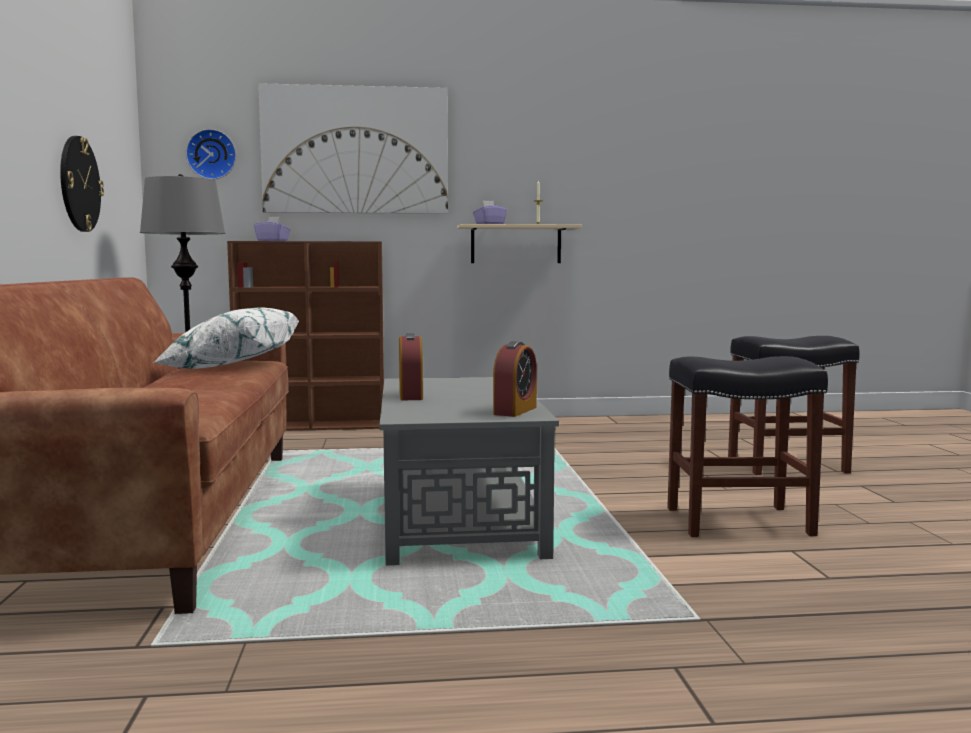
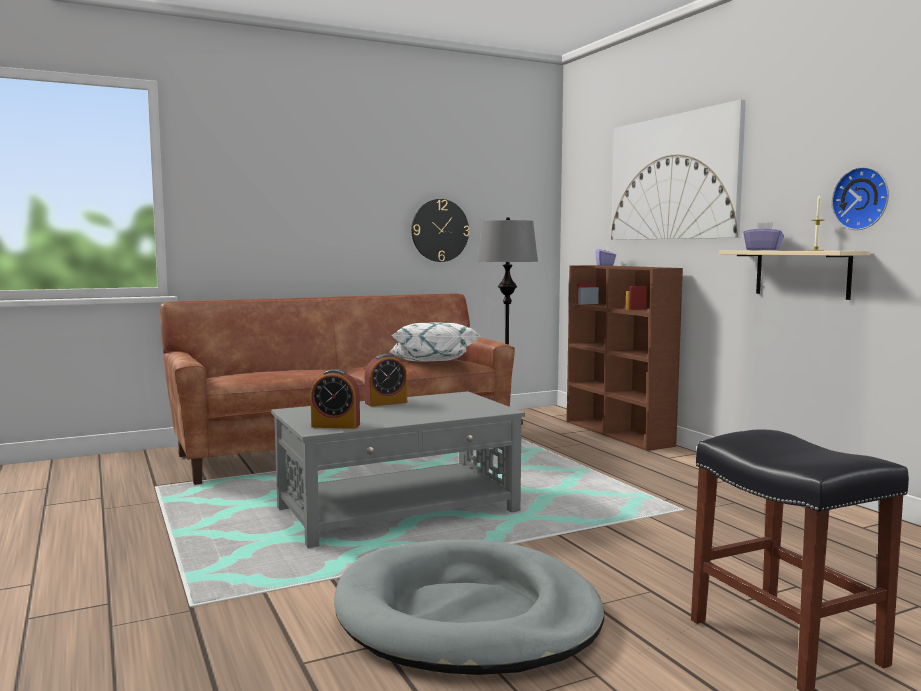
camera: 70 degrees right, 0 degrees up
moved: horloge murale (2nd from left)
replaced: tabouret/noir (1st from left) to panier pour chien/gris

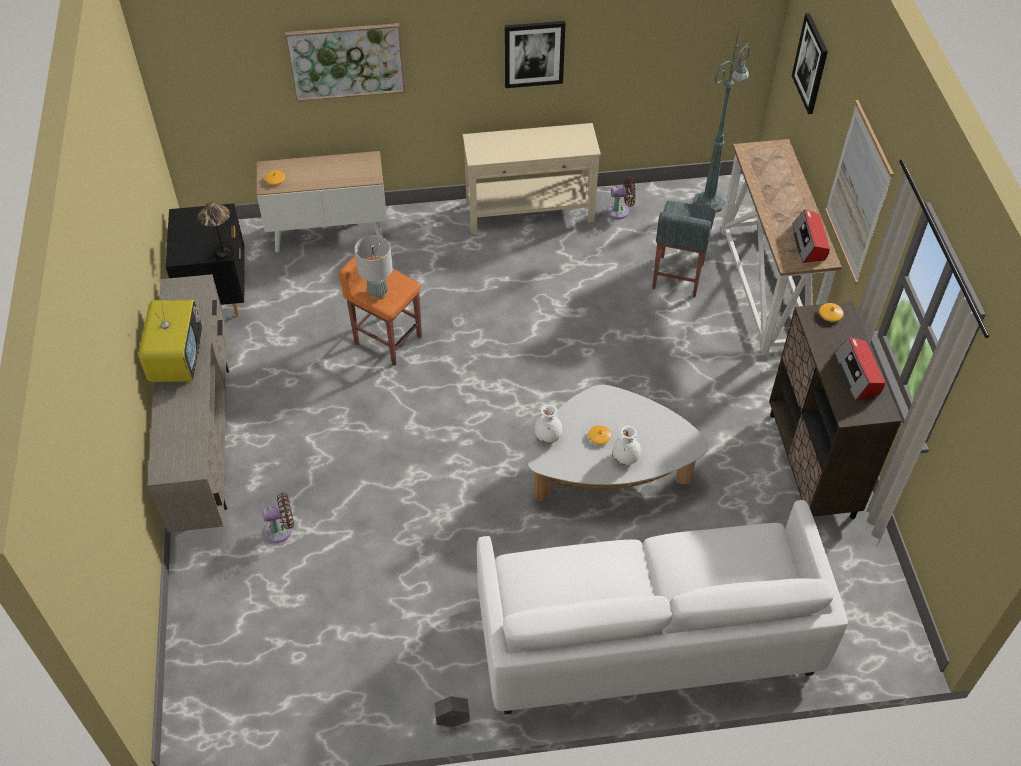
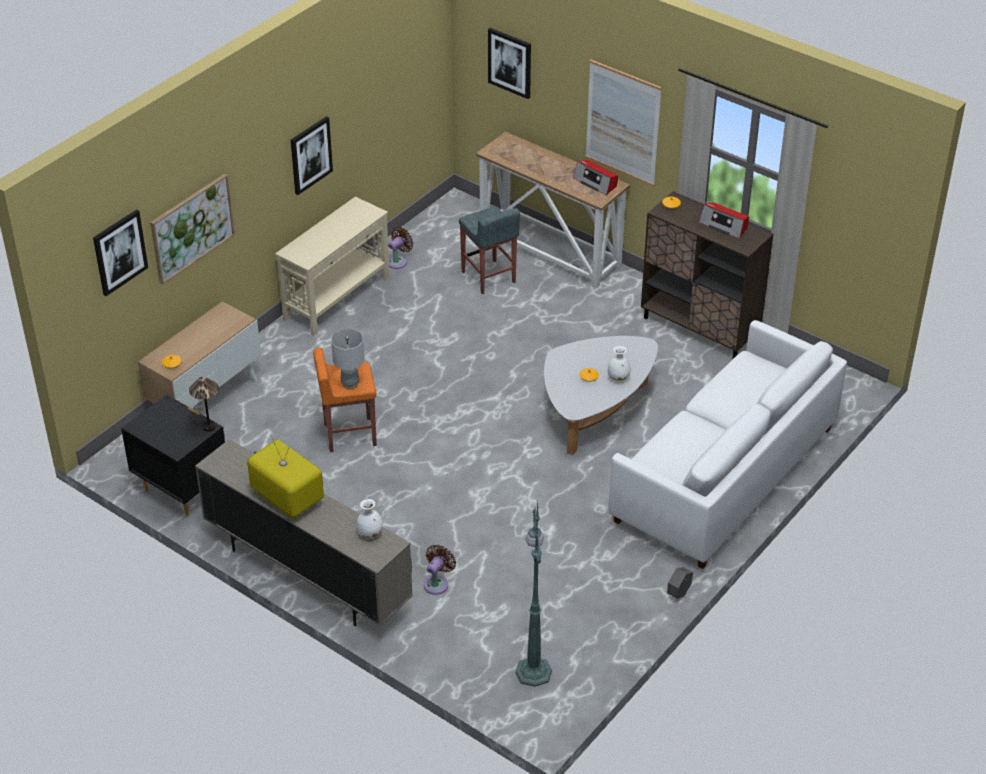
camera: 45 degrees left, 10 degrees down
added: tableau (1st from left)
moved: vase/blanc (1st from left); lampadaire/vert

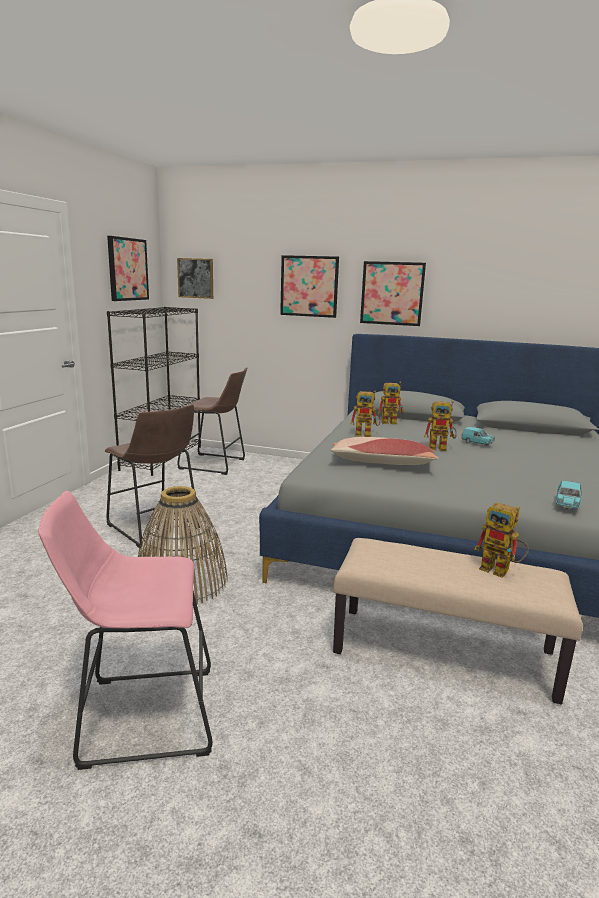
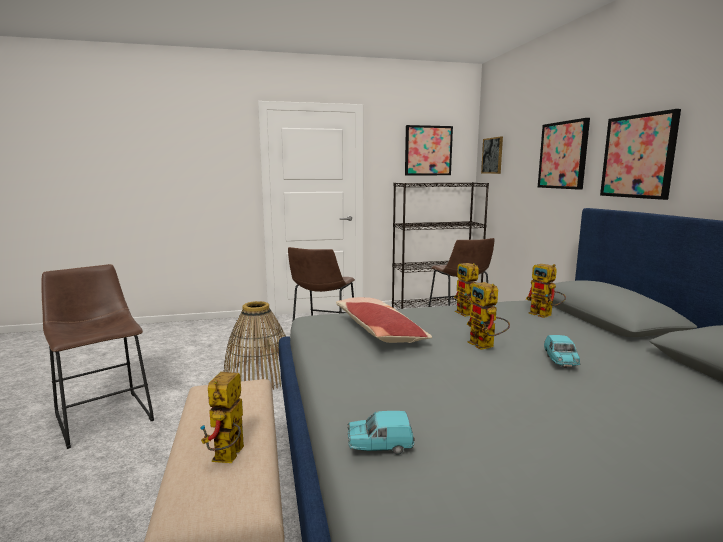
camera: 60 degrees right, 5 degrees down
recoloured: tabouret/rose to tabouret/marron (1st from left)

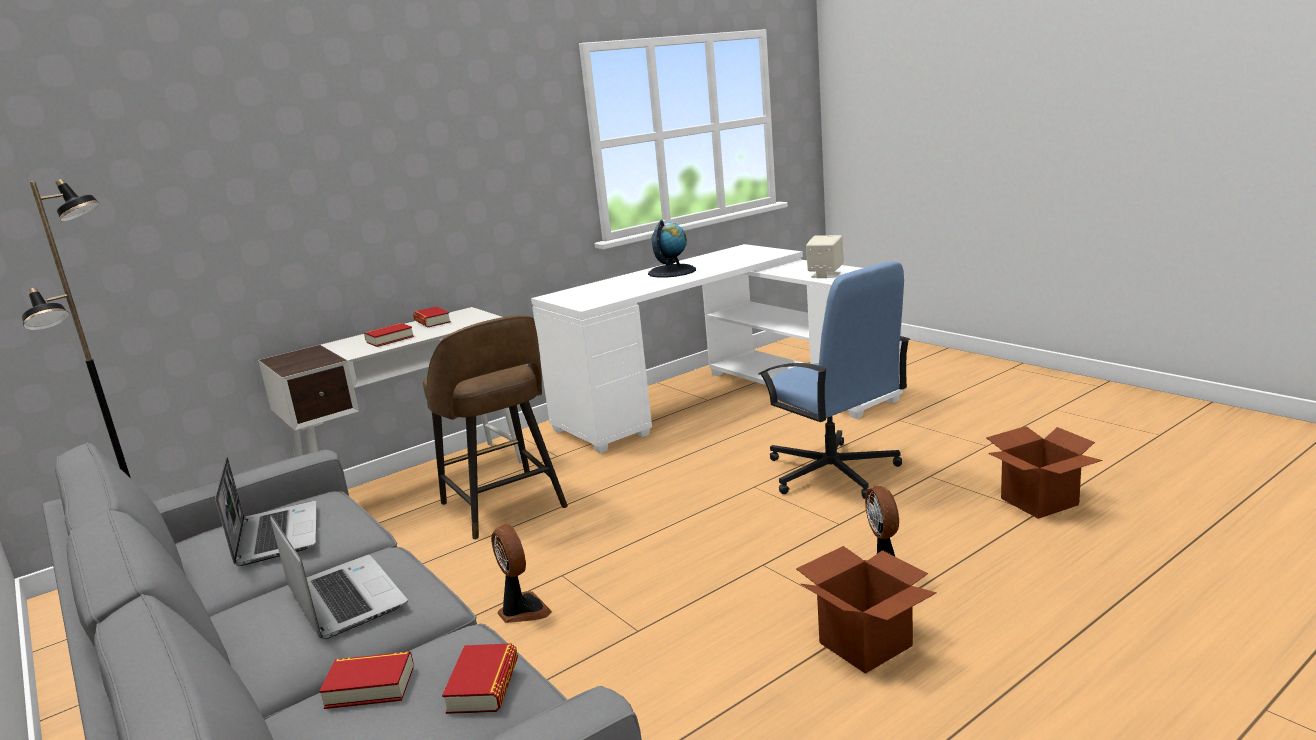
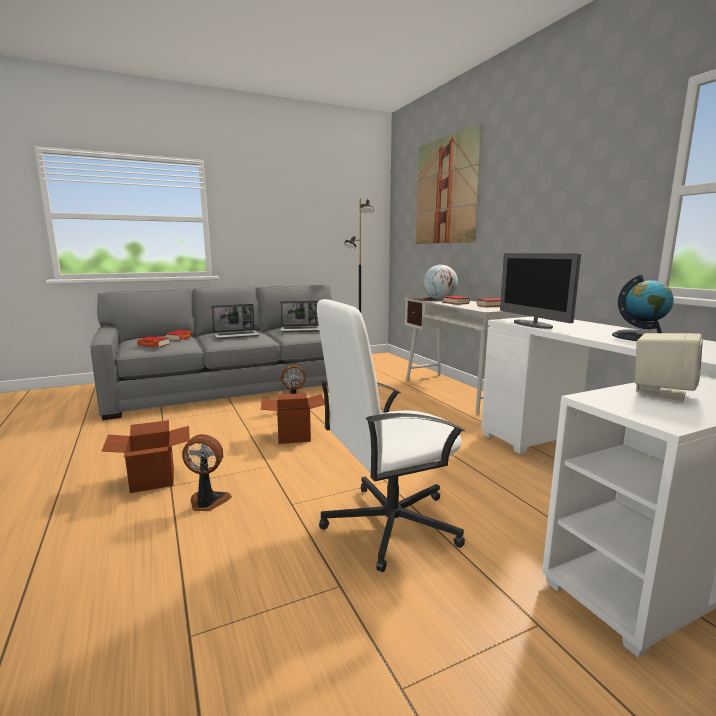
camera: 100 degrees right, 5 degrees down
removed: tabouret/marron
added: tableau; globe (1st from left); écran d'ordinateur
moved: carton (2nd from left)
recoloured: chaise de bureau/bleu to chaise de bureau/blanc

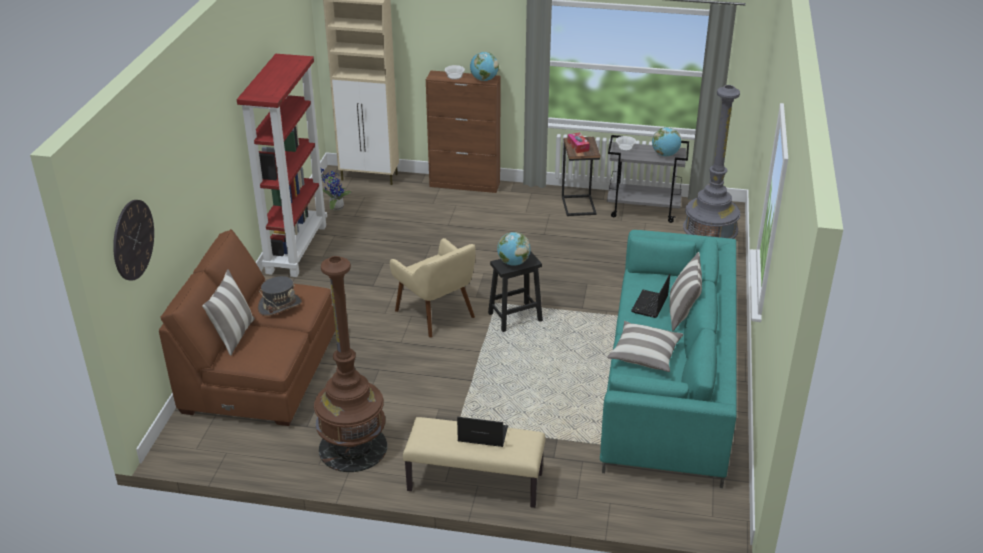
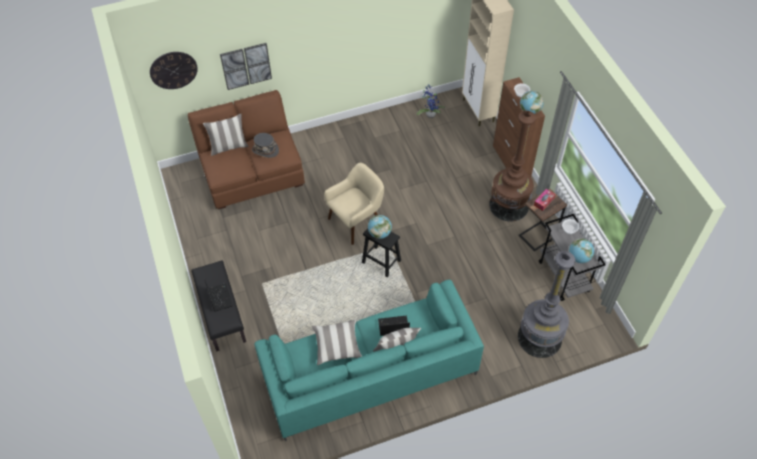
camera: 60 degrees right, 20 degrees up
removed: bibliothèque/rouge
added: tableau
moved: lampadaire/marron
recoloured: banc/beige to banc/noir
turned: fauteuil/beige 150 degrees counterclockwise

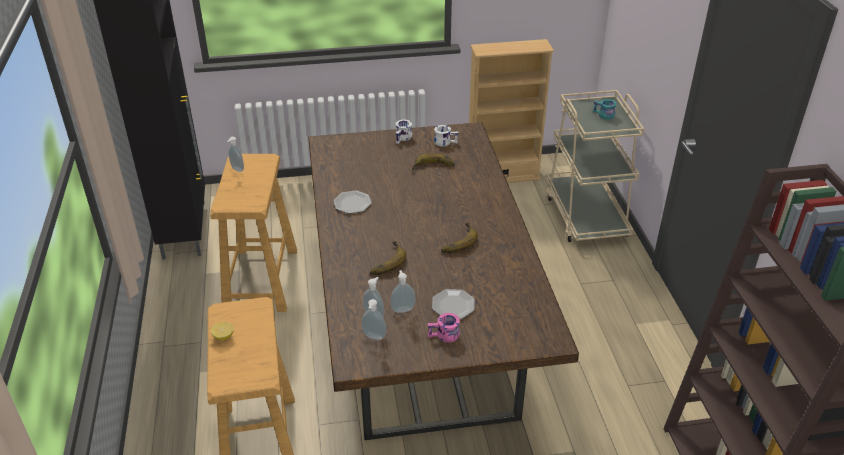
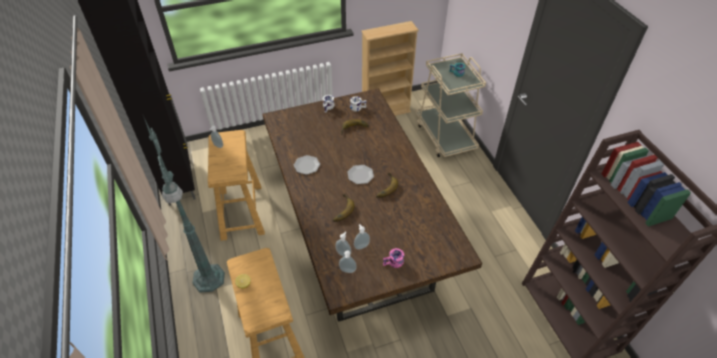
camera: 10 degrees left, 10 degrees up
added: lampadaire/vert
moved: assiette (2nd from left)

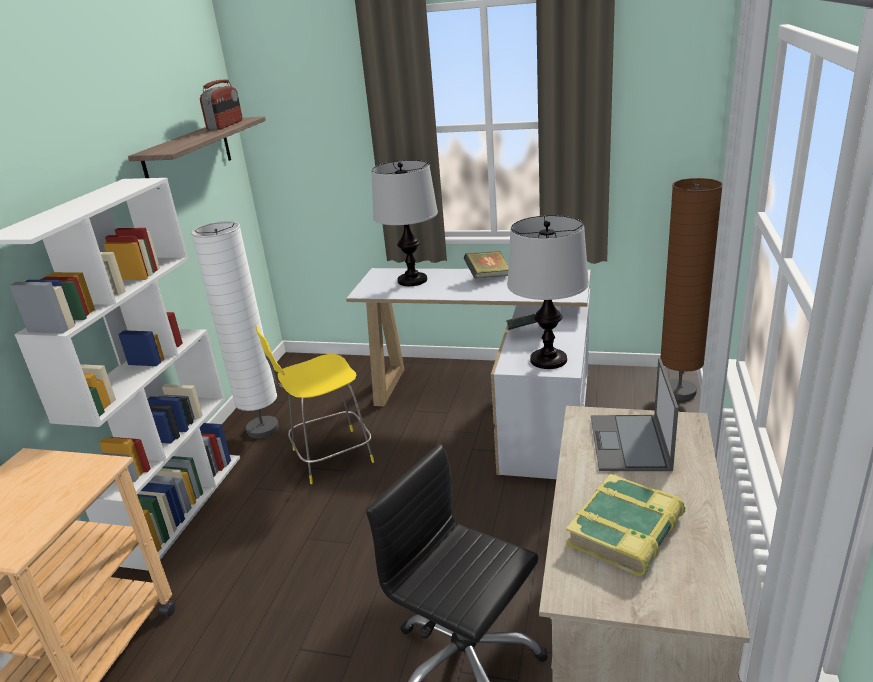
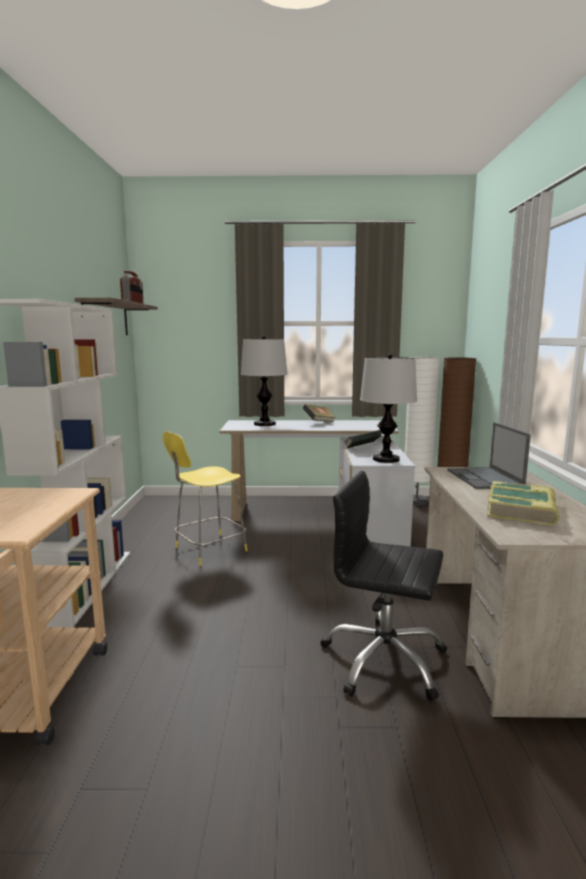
camera: 15 degrees left, 15 degrees down
moved: lampadaire/blanc

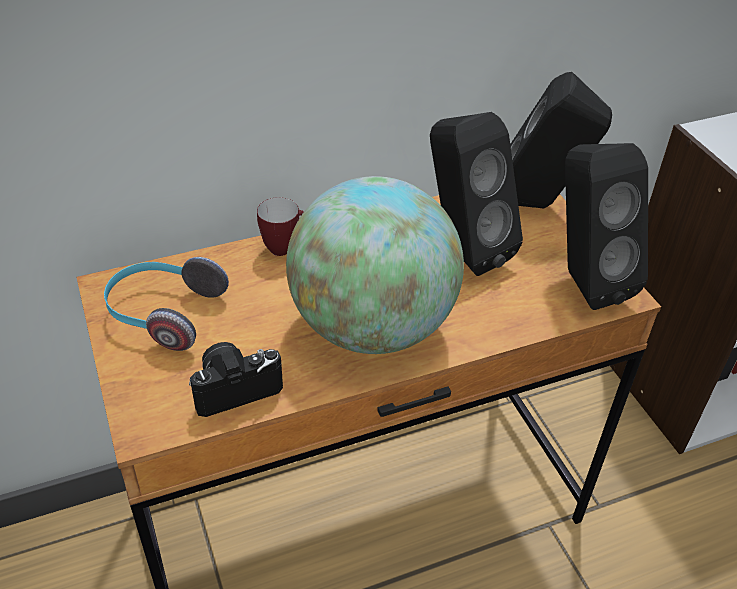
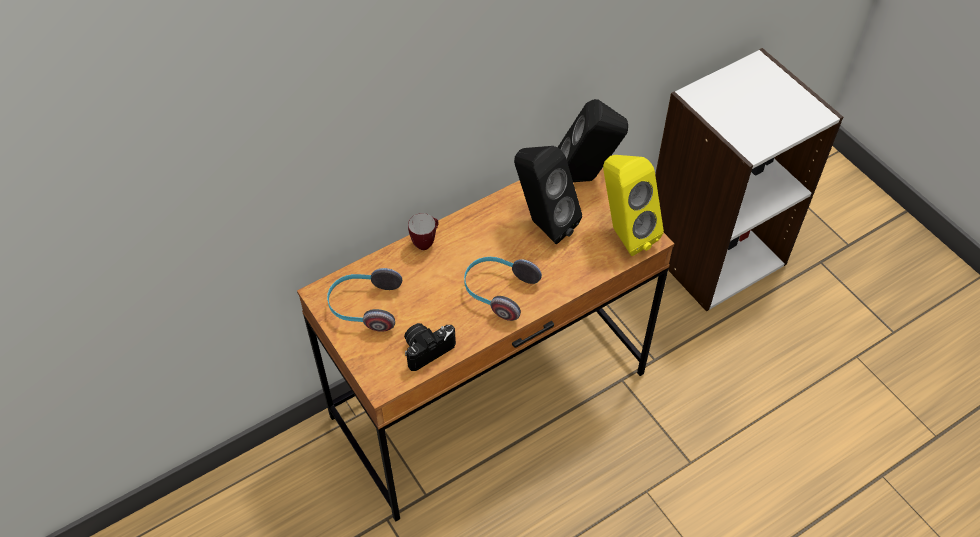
camera: 10 degrees left, 10 degrees up
replaced: globe to casque audio (2nd from left)
recoloured: enceinte/noir (3rd from left) to enceinte/jaune

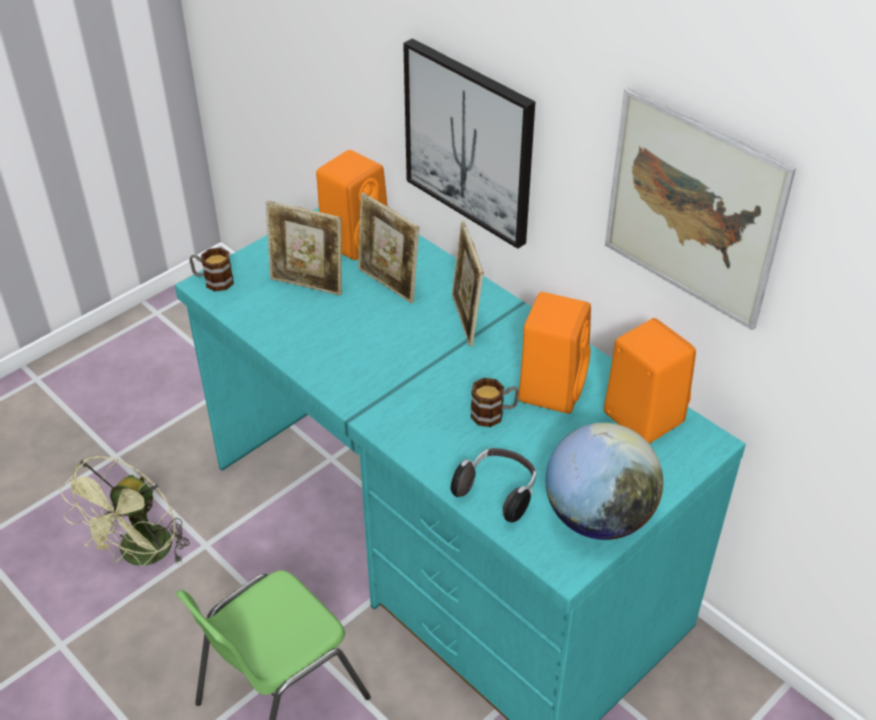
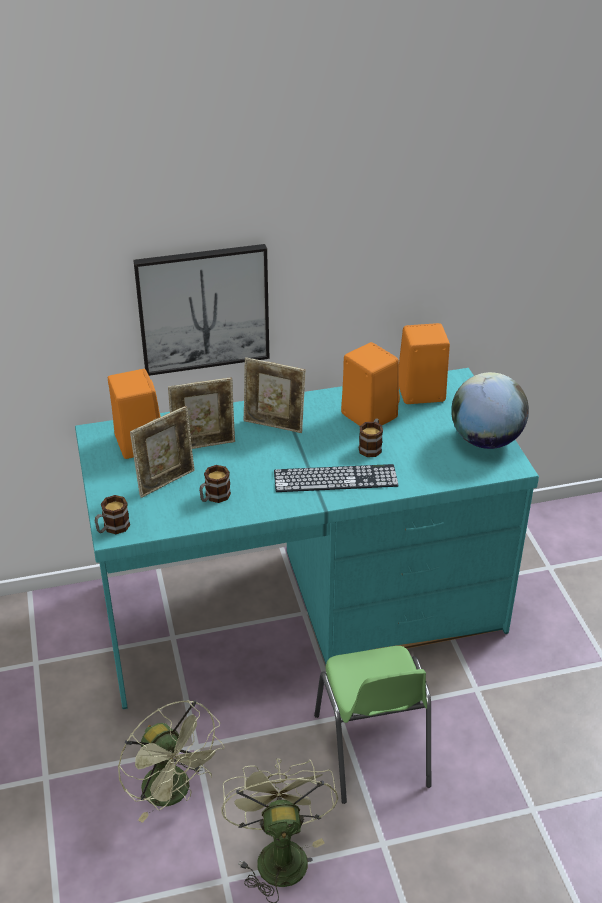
camera: 60 degrees left, 5 degrees down
removed: casque audio; tableau (2nd from left)
added: mug (2nd from left); ventilateur/vert (2nd from left); clavier

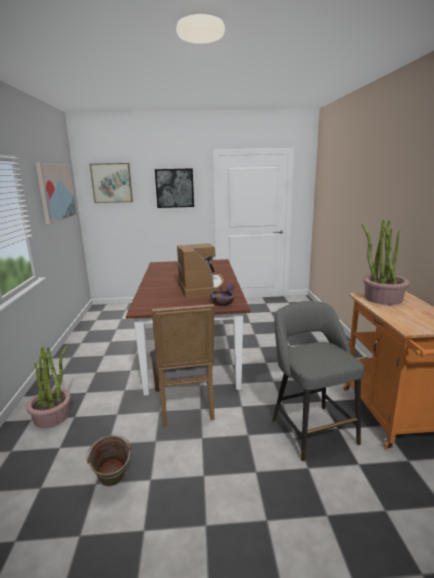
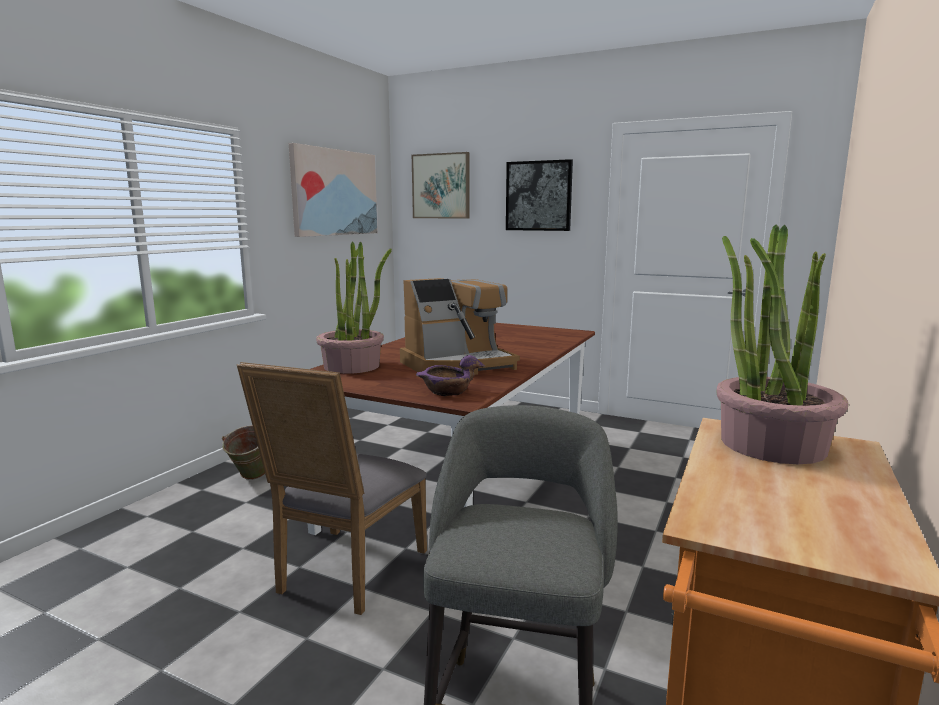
camera: 30 degrees right, 5 degrees down
moved: plante en pot (1st from left); seau/vert
turned: machine à café 45 degrees clockwise

